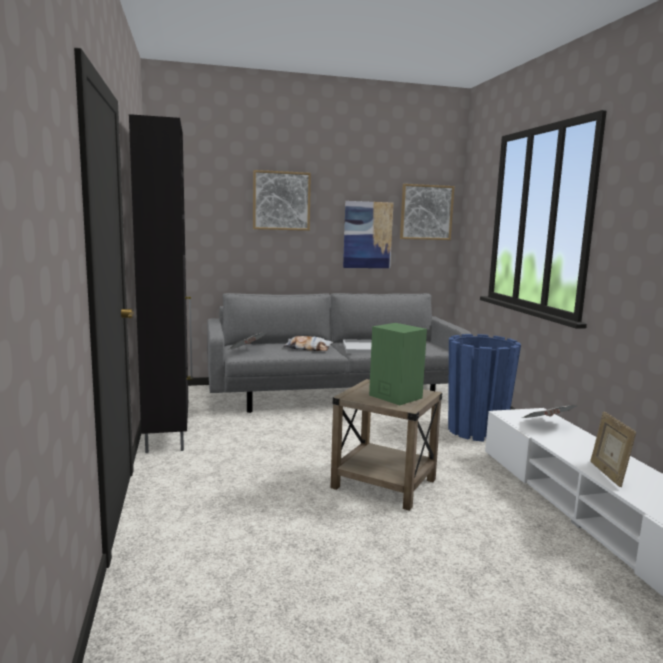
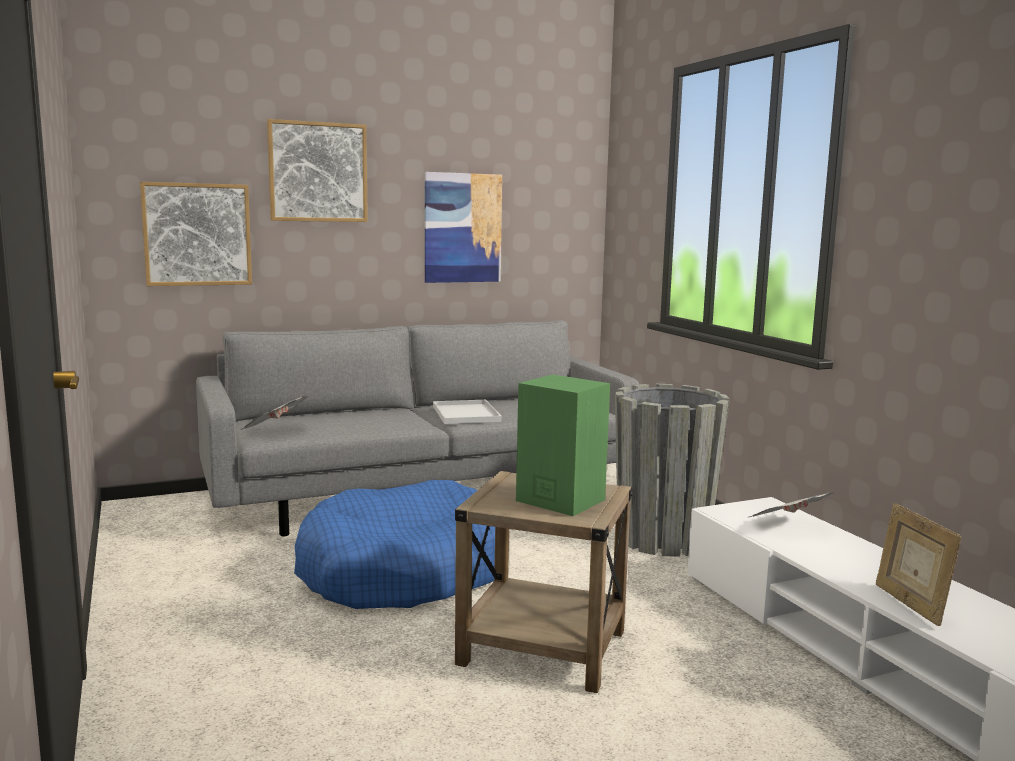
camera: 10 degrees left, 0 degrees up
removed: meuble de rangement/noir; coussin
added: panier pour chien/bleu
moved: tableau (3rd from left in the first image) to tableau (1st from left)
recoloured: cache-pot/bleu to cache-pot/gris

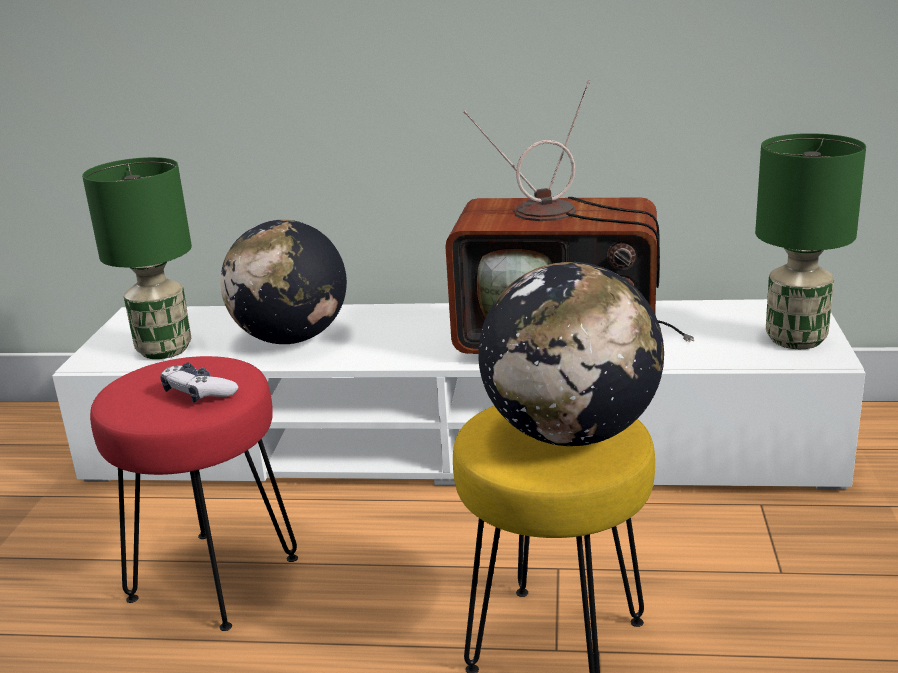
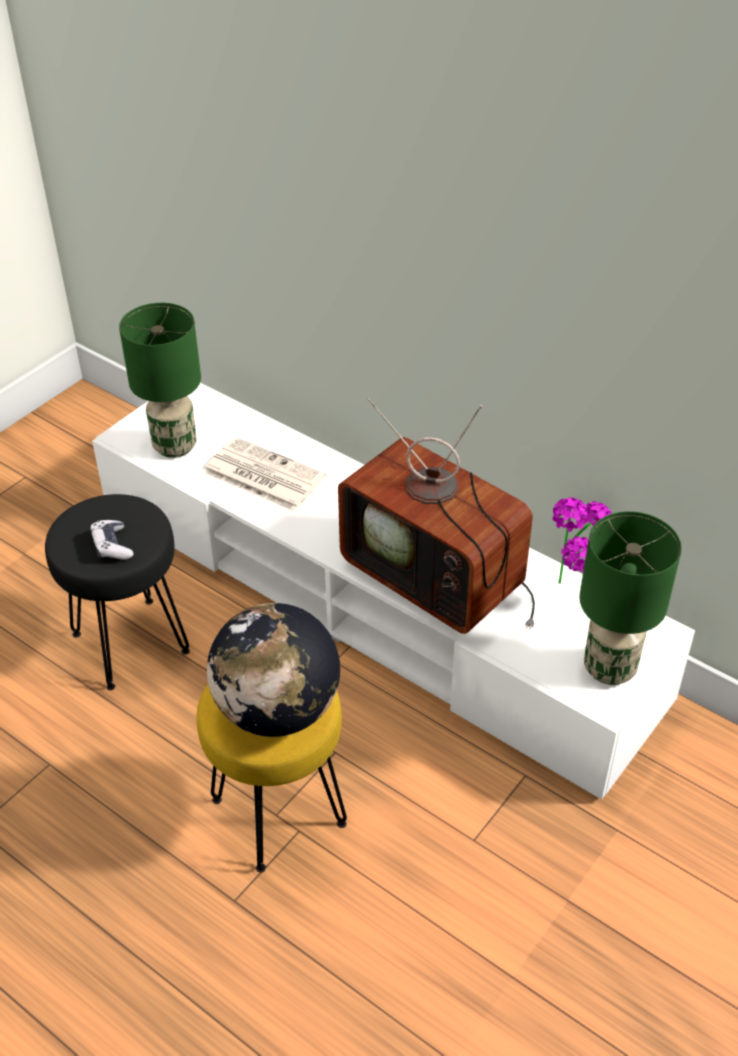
camera: 30 degrees right, 20 degrees up
added: plante en pot
replaced: globe (1st from left) to journal
recoloured: tabouret/rouge to tabouret/noir

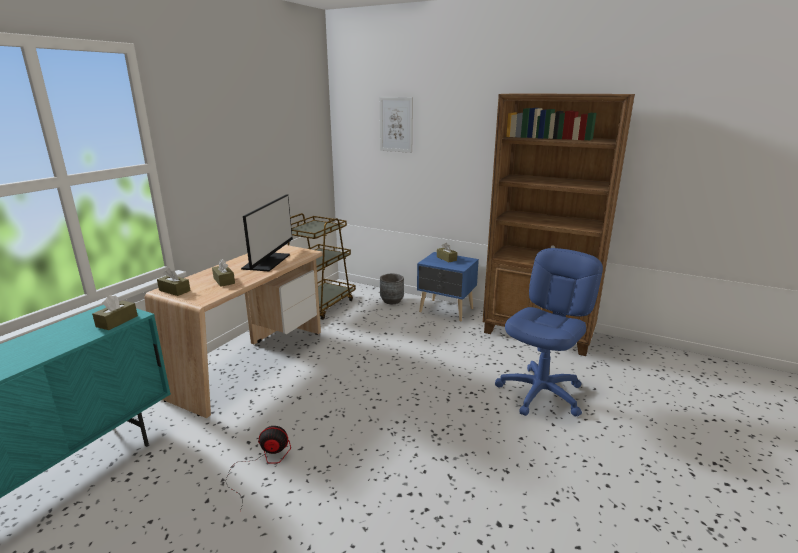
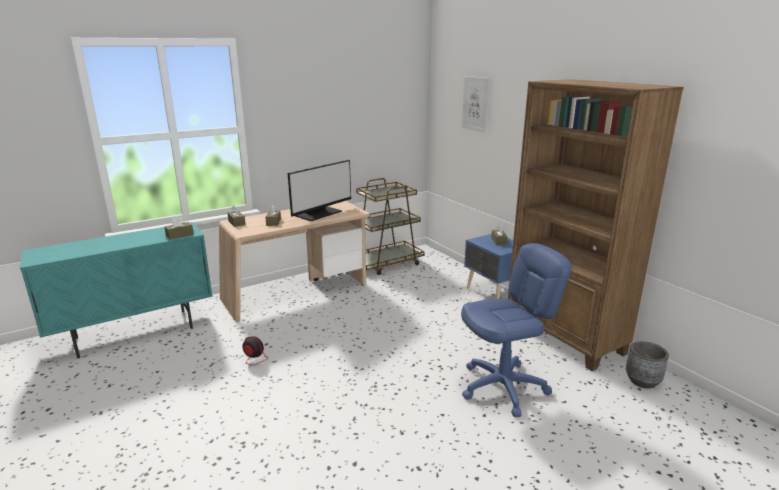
camera: 30 degrees right, 0 degrees up
moved: cache-pot/gris

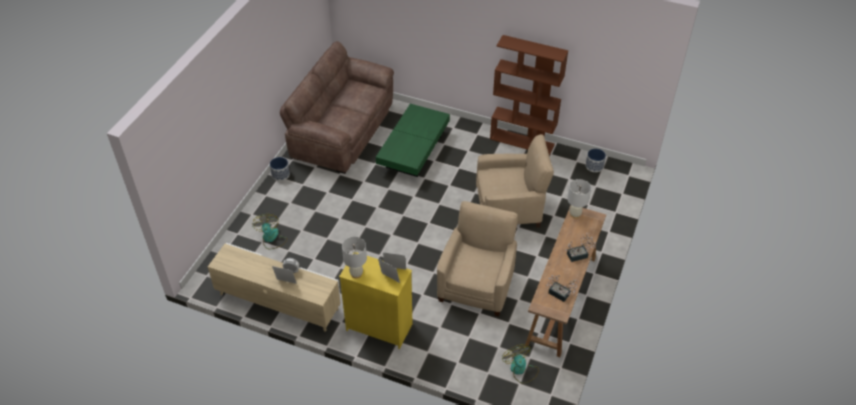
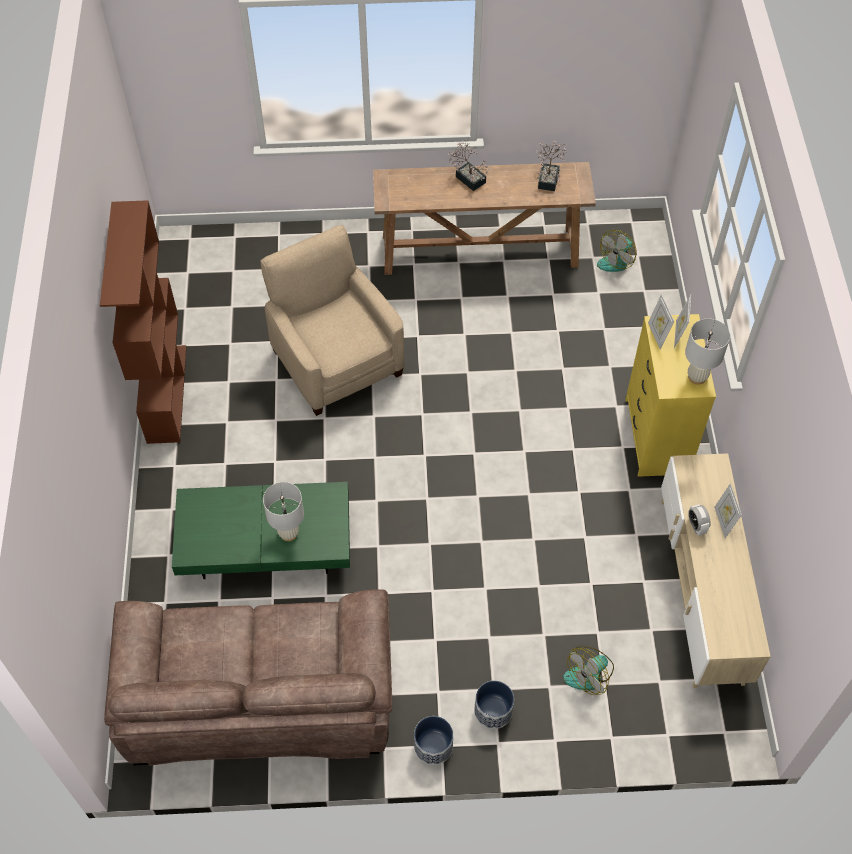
camera: 115 degrees left, 10 degrees up
removed: fauteuil/beige (1st from left)
moved: lampe de table/blanc (2nd from left in the first image) to lampe de table/blanc (1st from left); cache-pot (2nd from left)

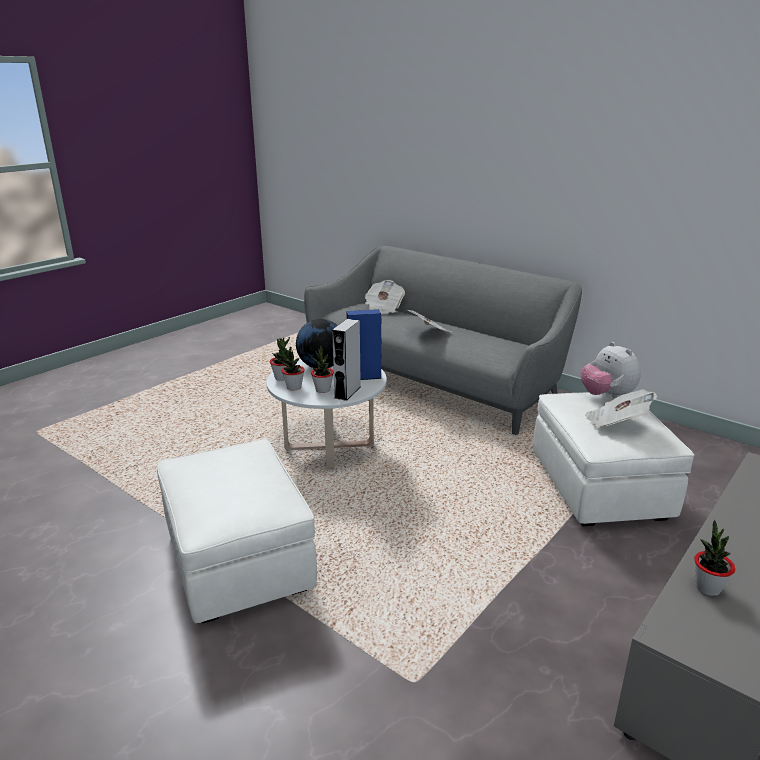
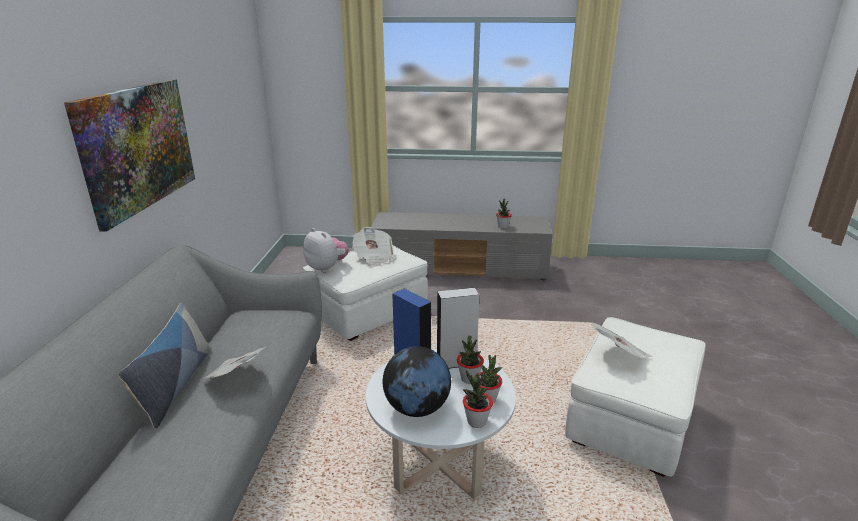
camera: 125 degrees left, 0 degrees up
added: tableau; coussin
moved: journal (1st from left in the first image) to journal (3rd from left)
turned: peluche 75 degrees counterclockwise

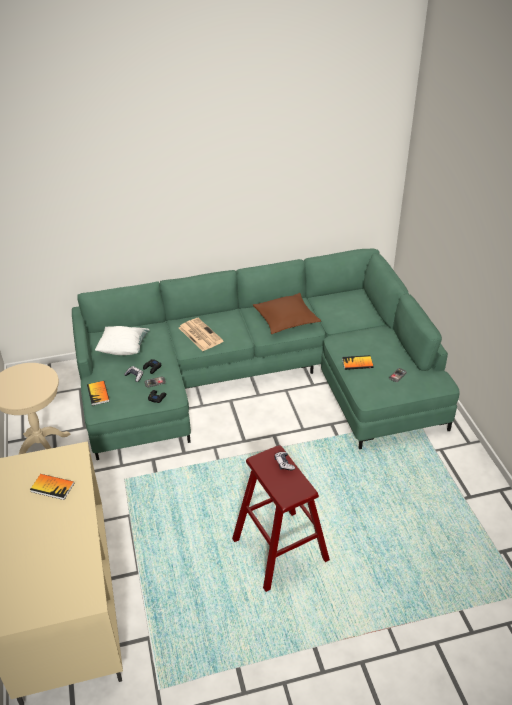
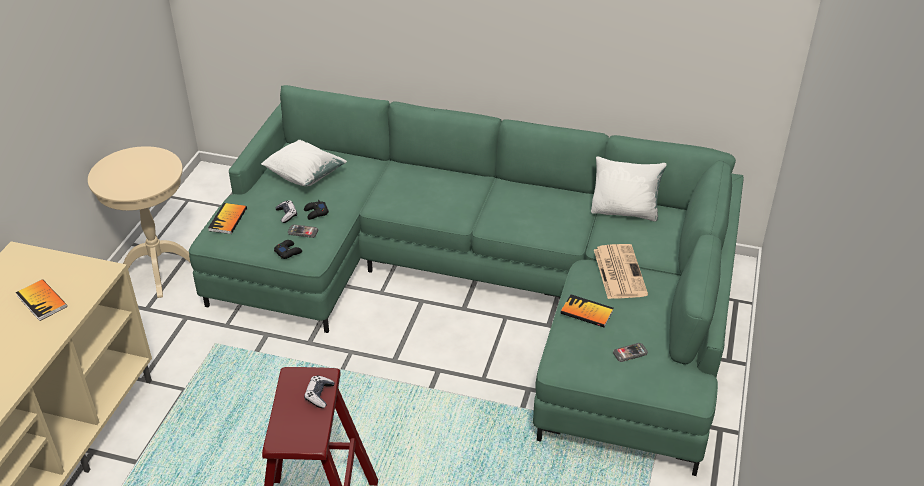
camera: 30 degrees right, 0 degrees up
removed: coussin/marron
added: coussin/blanc (2nd from left)
moved: journal

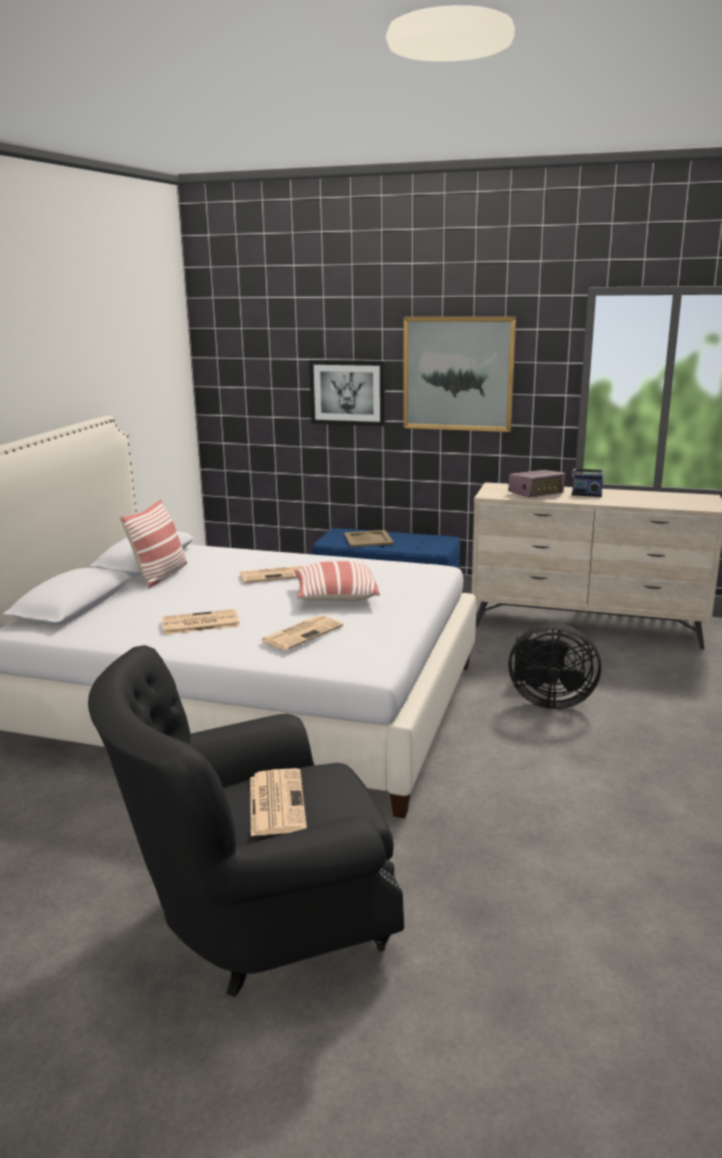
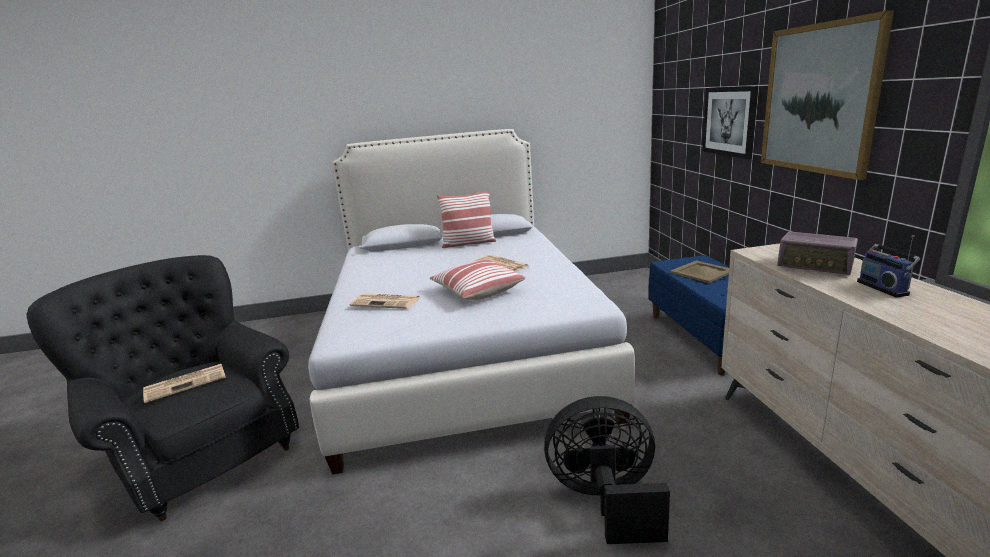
camera: 65 degrees right, 0 degrees up
removed: journal (1st from left)
turned: ventilateur/noir 105 degrees clockwise

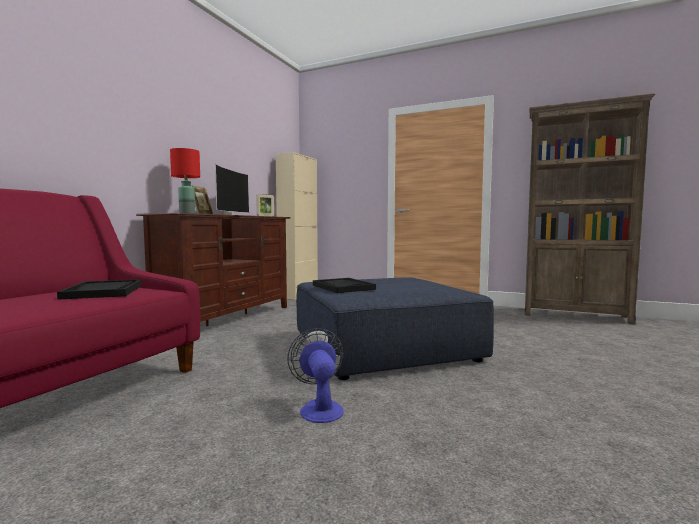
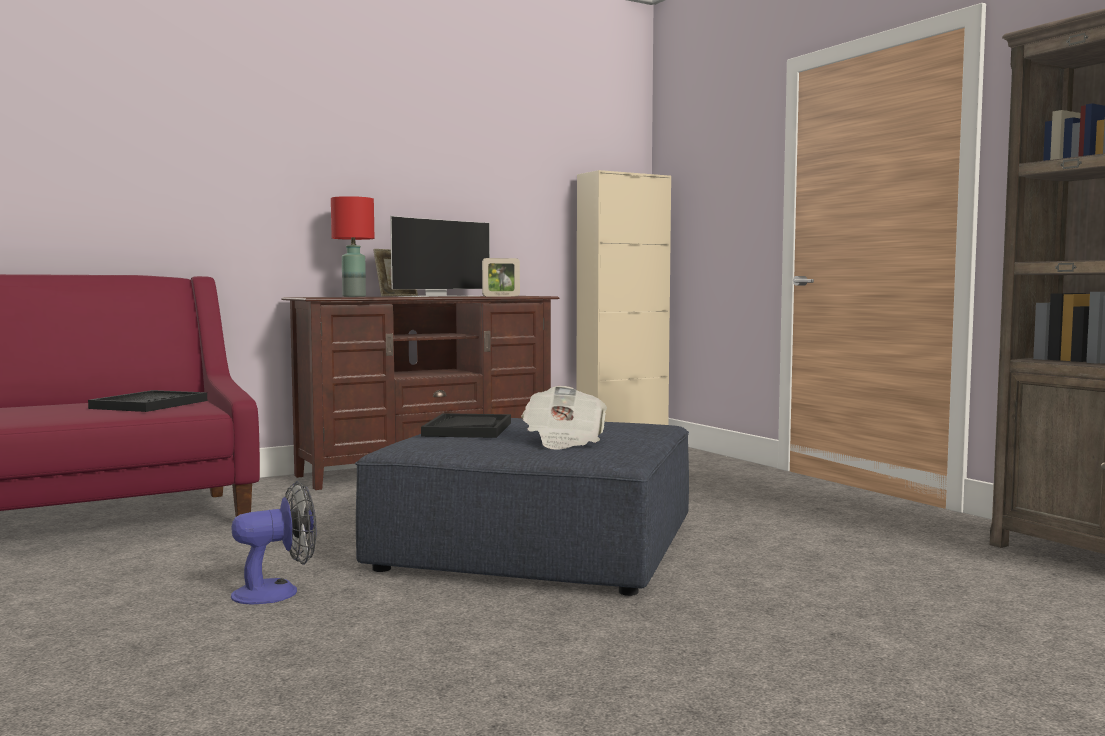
camera: 35 degrees right, 0 degrees up
added: journal
turned: ventilateur 45 degrees clockwise

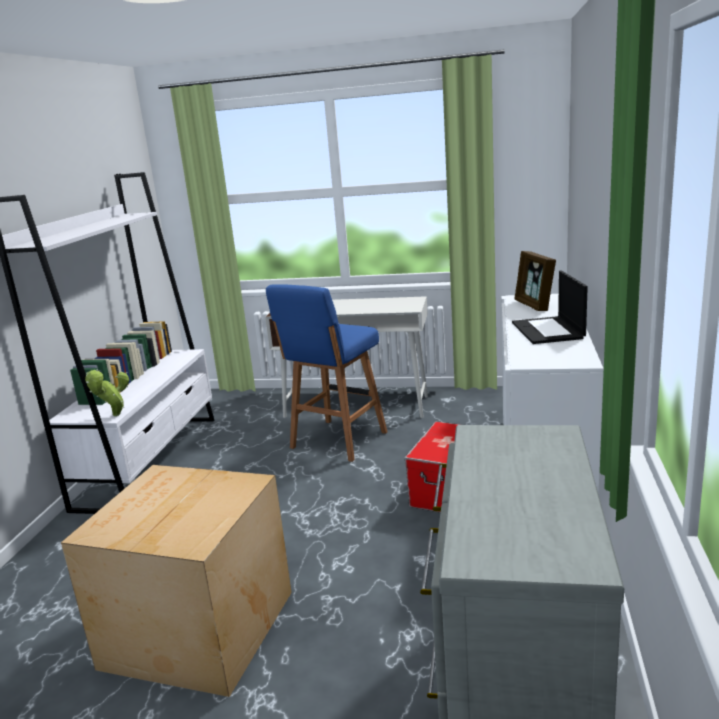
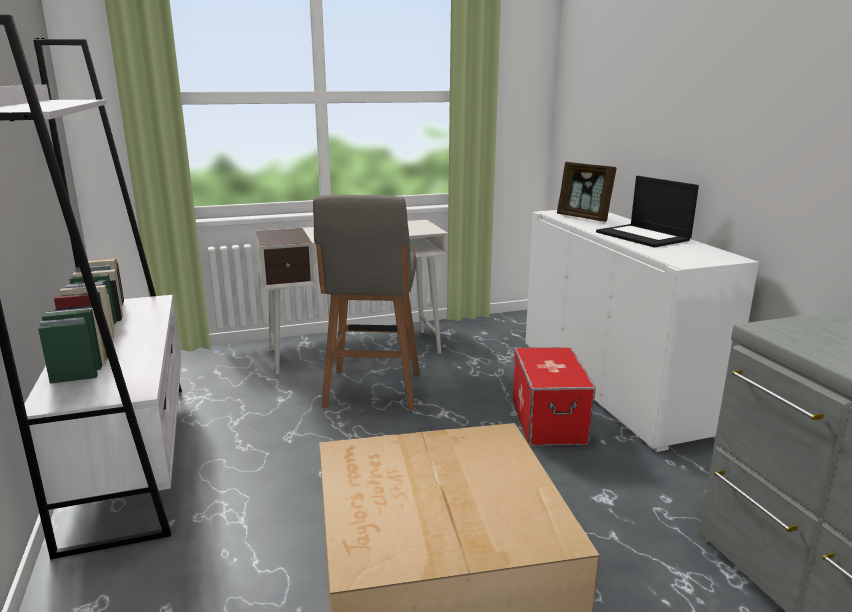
camera: 30 degrees left, 0 degrees up
removed: plante en pot
recoloured: tabouret/bleu to tabouret/gris

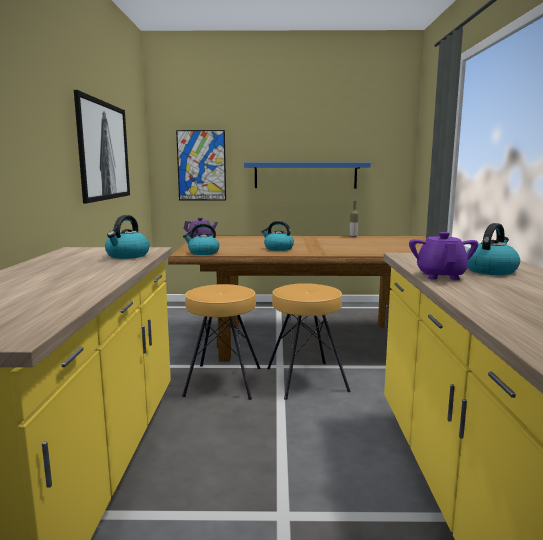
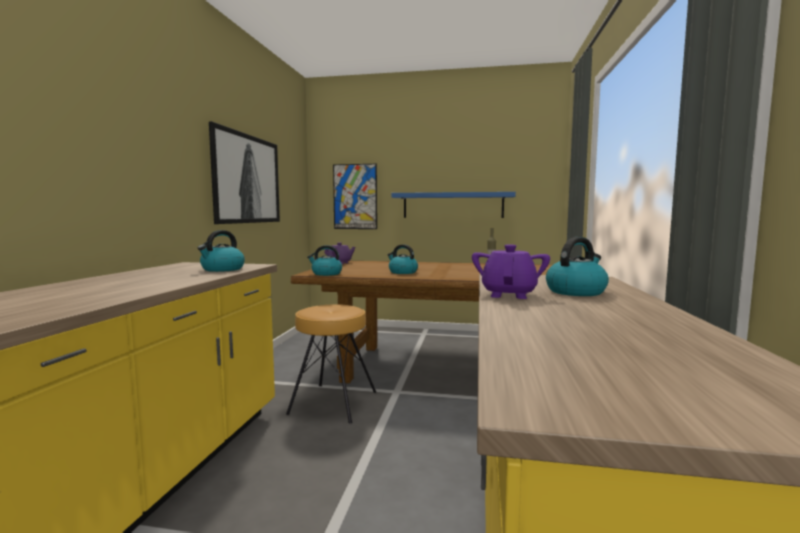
camera: 10 degrees right, 5 degrees down
removed: tabouret/marron (2nd from left)

